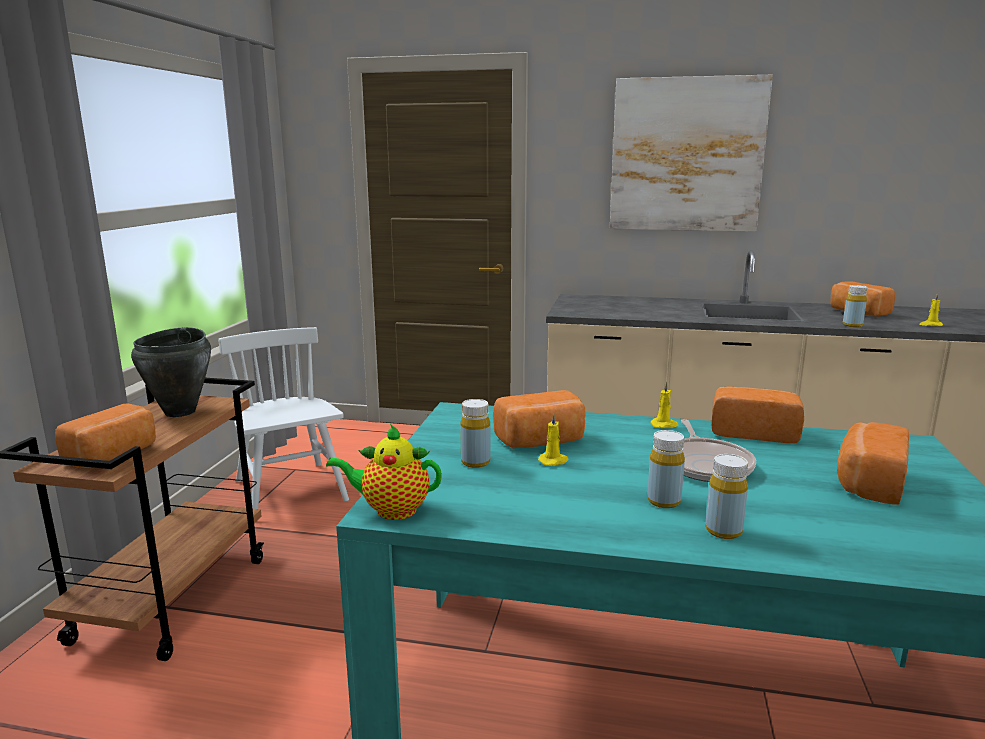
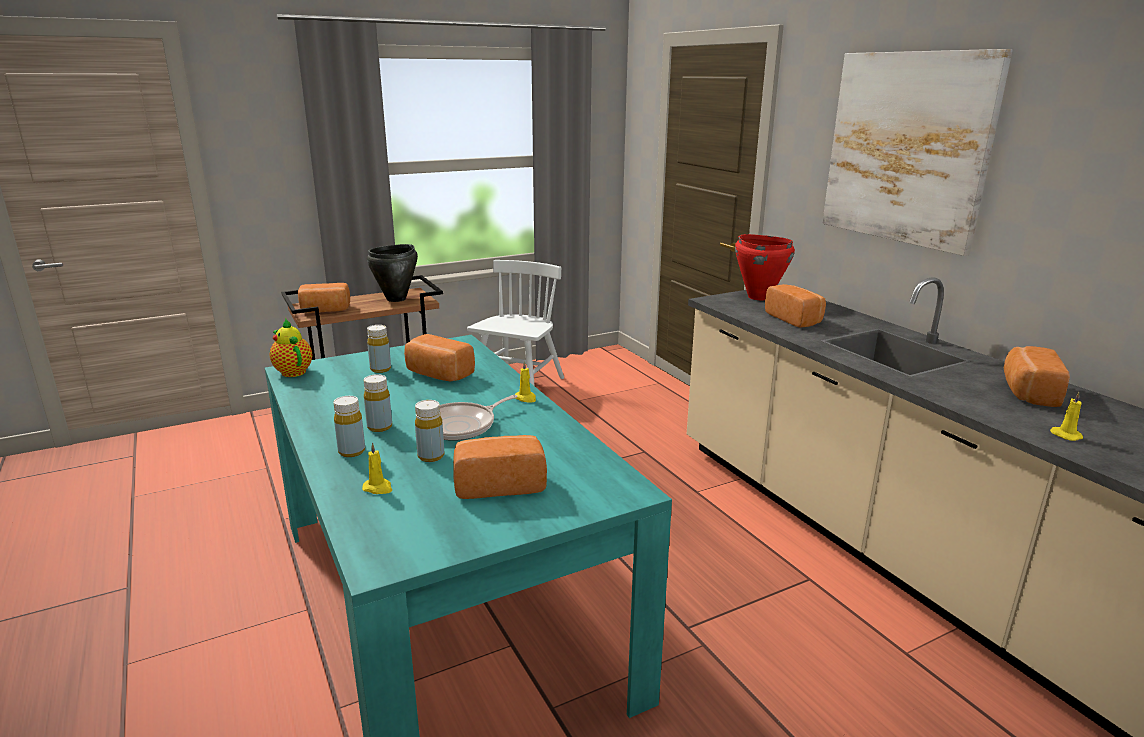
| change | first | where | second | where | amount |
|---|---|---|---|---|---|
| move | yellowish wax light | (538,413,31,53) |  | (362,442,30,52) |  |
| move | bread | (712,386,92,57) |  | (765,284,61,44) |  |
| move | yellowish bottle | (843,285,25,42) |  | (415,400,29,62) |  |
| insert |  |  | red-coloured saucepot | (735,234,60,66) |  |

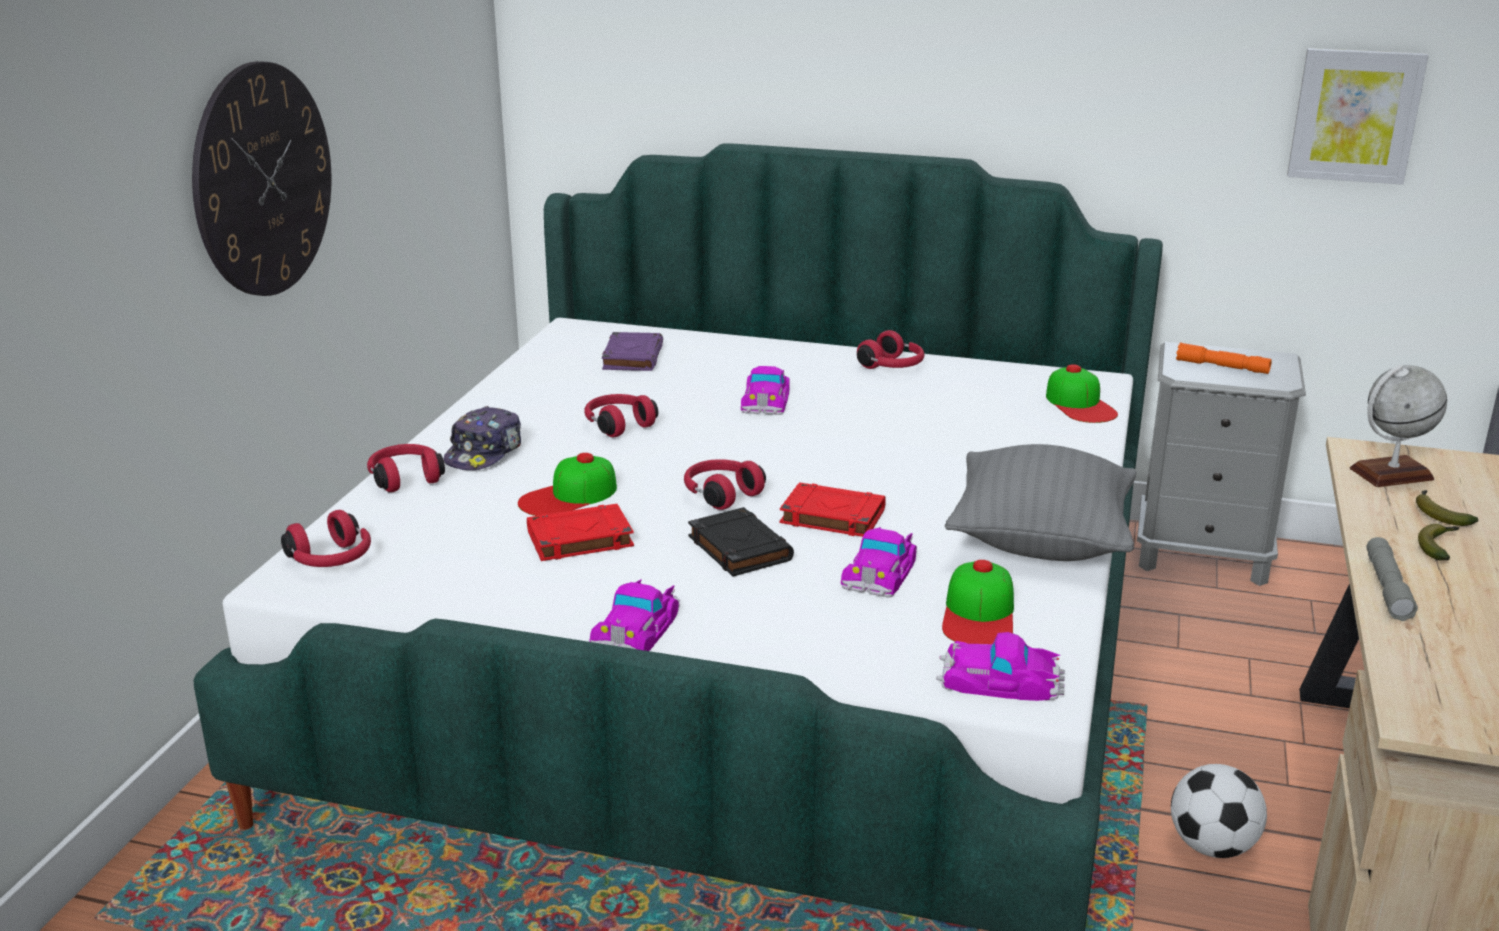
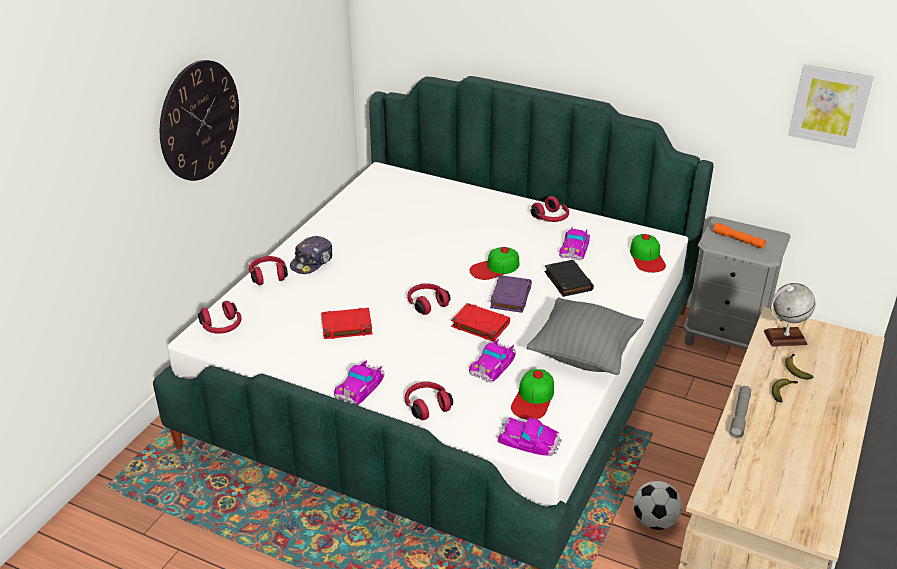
| change | first | where | second | where | amount |
|---|---|---|---|---|---|
| move | peaked cap | (518,453,99,63) |  | (469,247,50,33) |  |
| move | red-coloured headphones | (584,394,74,43) |  | (405,382,48,38) |  |
| move | purple-coloured book | (602,332,61,39) |  | (490,275,42,38) |  |
| move | black-coloured book | (688,507,106,69) |  | (545,260,49,37) |  |
| move | toy car | (741,366,49,49) |  | (559,227,31,33) |  |

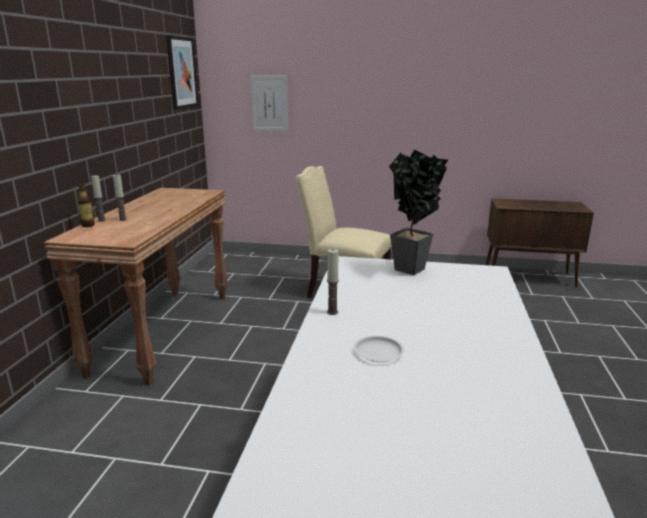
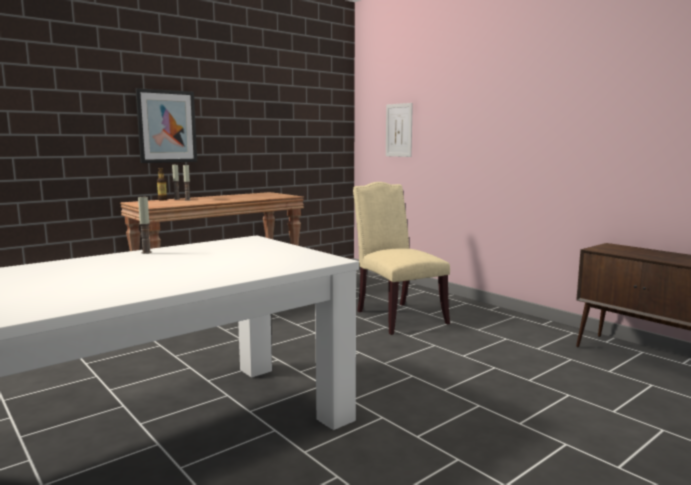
| change | first | where | second | where | amount |
|---|---|---|---|---|---|
| move | wall art | (166,35,33,75) |  | (135,88,62,75) |  |
| delete | white-coloured flat dish | (353,336,51,26) |  |  |  |
| delete | plant in a pot | (389,150,59,125) |  |  |  |

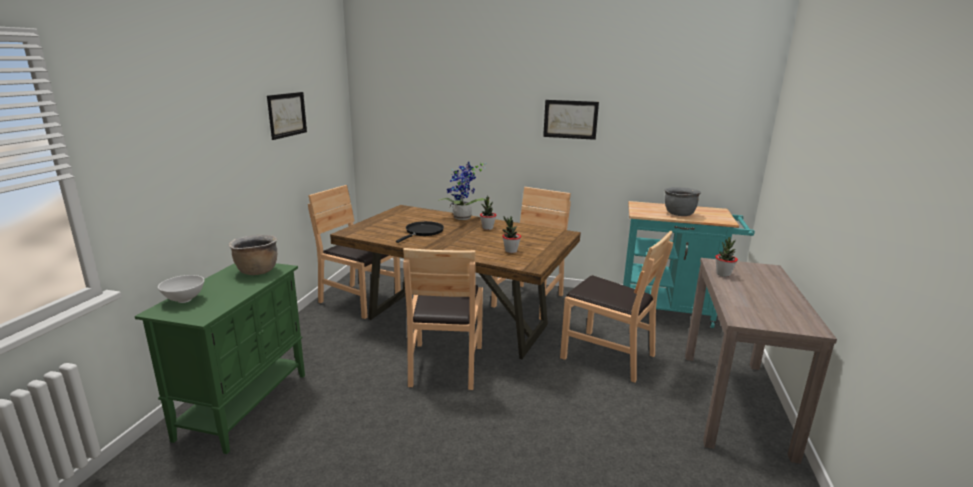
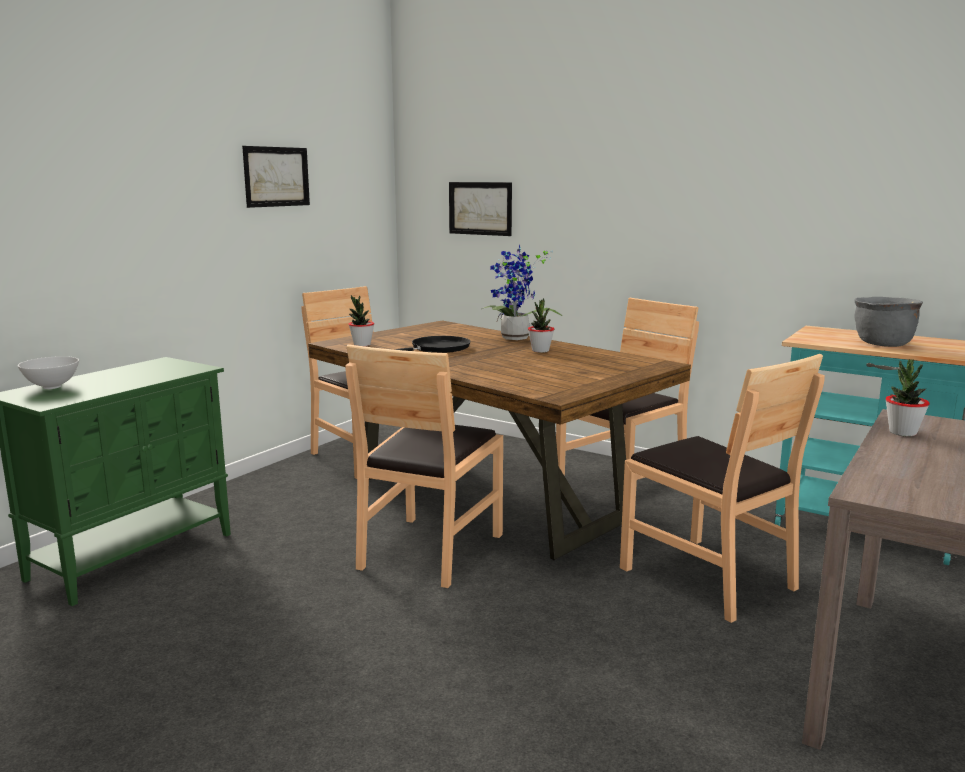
| change | first | where | second | where | amount |
|---|---|---|---|---|---|
| delete | brown-coloured saucepot | (229,235,48,40) |  |  |  |
| move | plant in a pot | (502,216,19,37) |  | (349,295,26,51) |  |
| move | wall art | (543,100,56,40) |  | (449,182,63,54) |  |

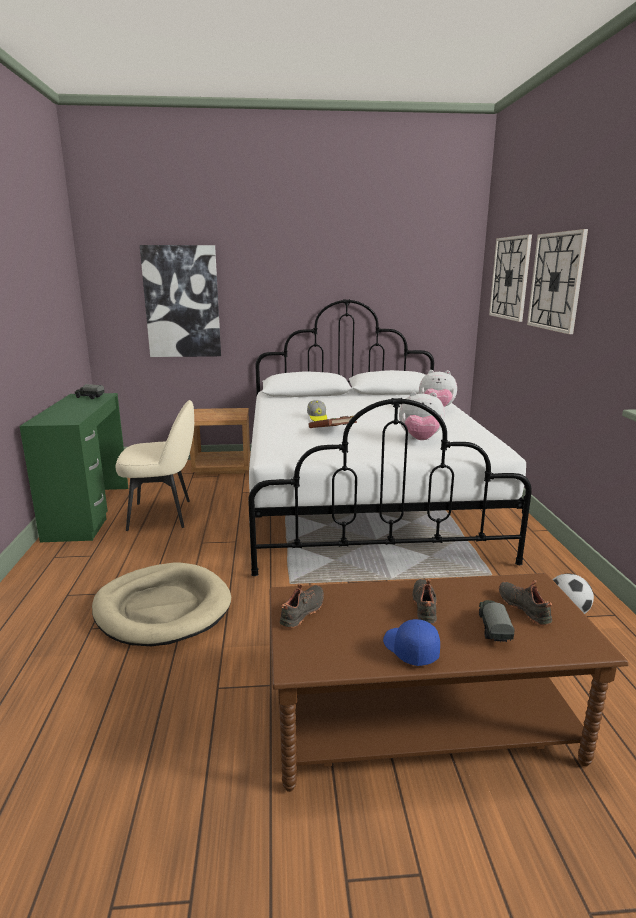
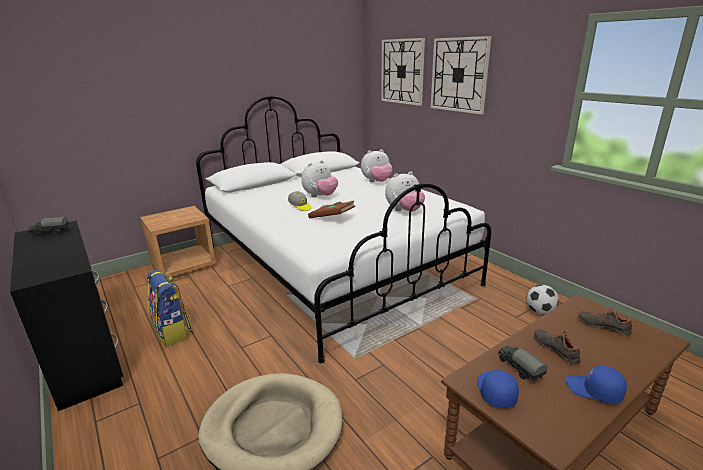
| change | first | where | second | where | amount |
|---|---|---|---|---|---|
| recolor | green-coloured desk unit | (19,393,109,149) | black-coloured desk unit | (10,220,114,191) |  |
| replace | beige plain chair | (116,400,78,131) | backpack | (147,270,45,77) |  |
| delete | wall art | (140,245,81,112) |  |  |  |
| replace | black-coloured item of footwear | (279,584,45,44) | blue-coloured peaked cap | (477,370,42,38) |  |
| move | toy truck | (479,600,36,42) |  | (498,346,49,34) |  |
| insert |  |  | soft toy | (301,160,37,37) |  |

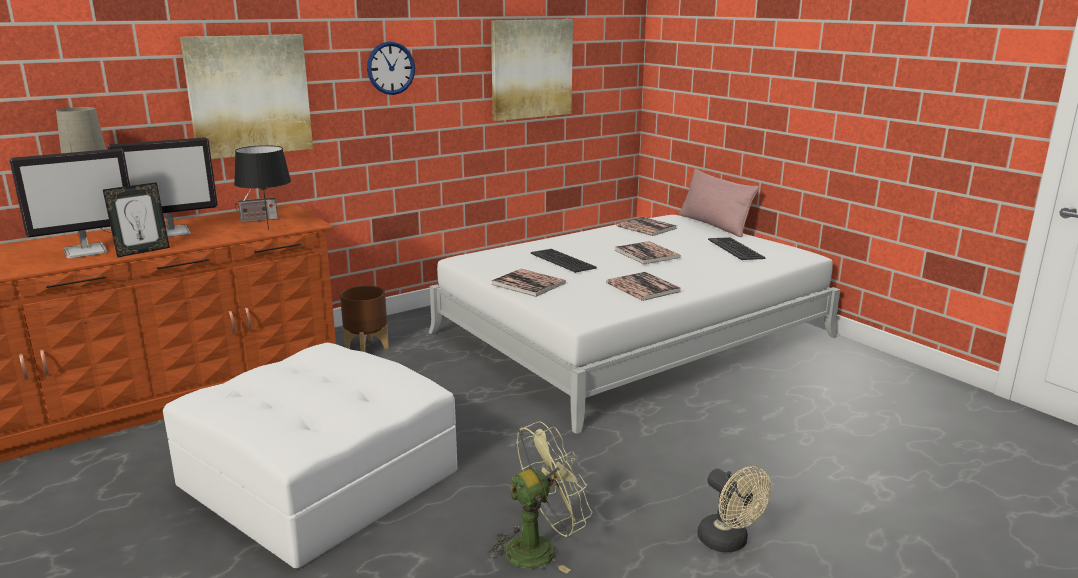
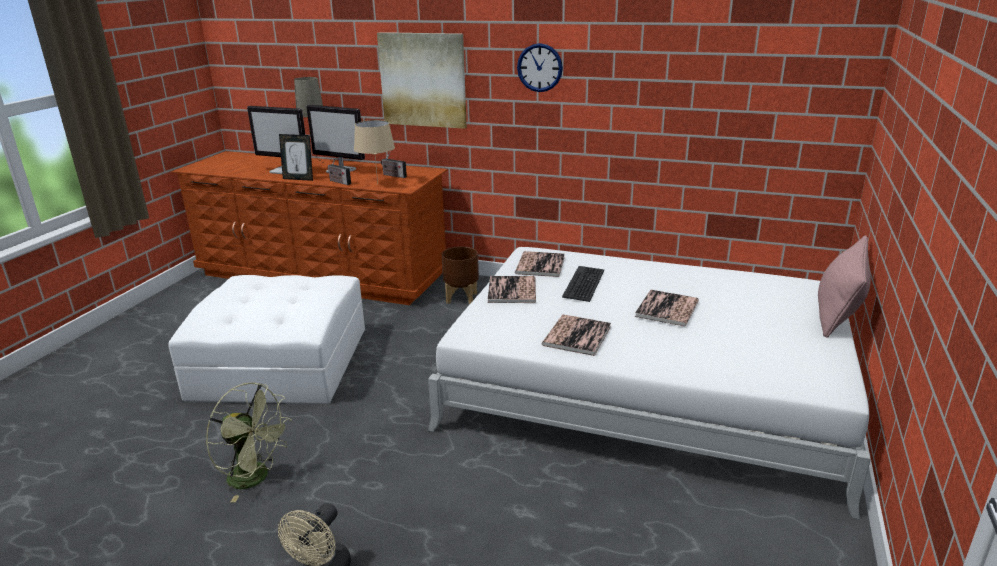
| change | first | where | second | where | amount |
|---|---|---|---|---|---|
| recolor | black-coloured tabletop lamp | (234,145,57,85) | beige tabletop lamp | (354,120,41,64) |  |
| delete | wall art | (491,19,82,102) |  |  |  |
| move | book | (617,217,60,19) |  | (515,251,50,26) |  |
| delete | computer keyboard | (708,237,57,23) |  |  |  |
| insert |  |  | radio | (328,157,23,28) |  |

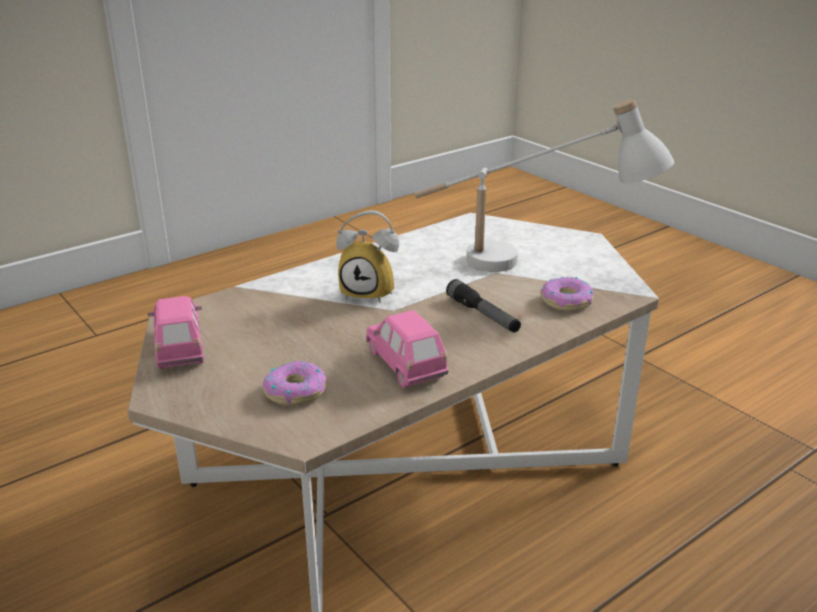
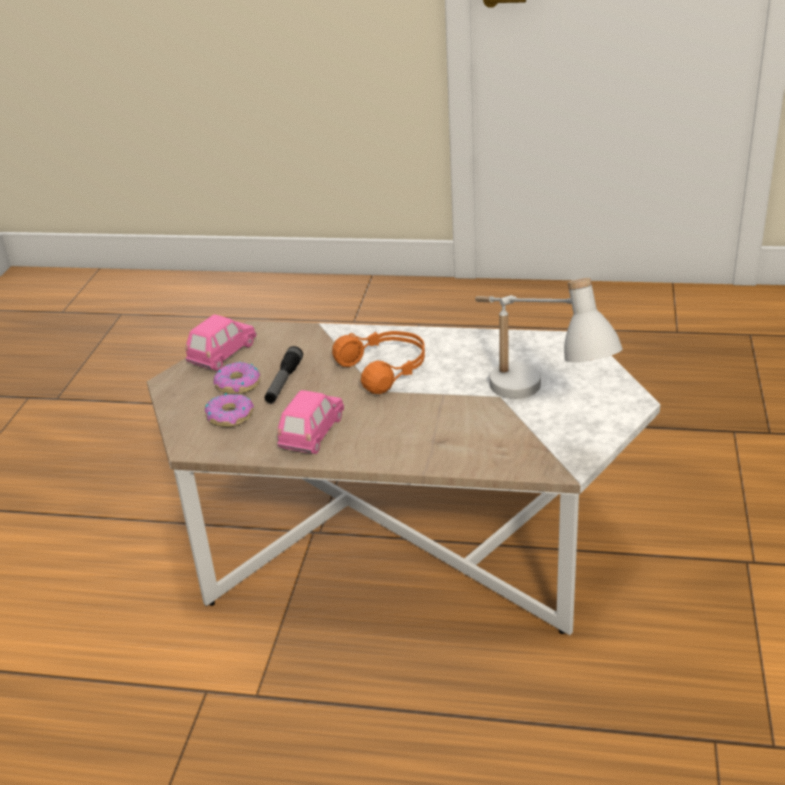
| change | first | where | second | where | amount |
|---|---|---|---|---|---|
| replace | table clock | (336,210,63,93) | orangey headphones | (332,331,93,63) |  |
| move | torch | (446,279,75,54) |  | (264,346,39,57) |  |
| move | doughnut | (541,277,53,34) |  | (213,362,47,32) |  |

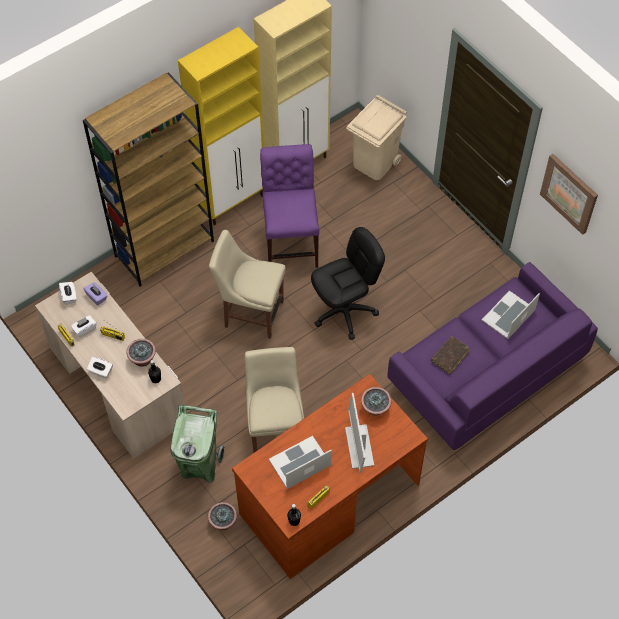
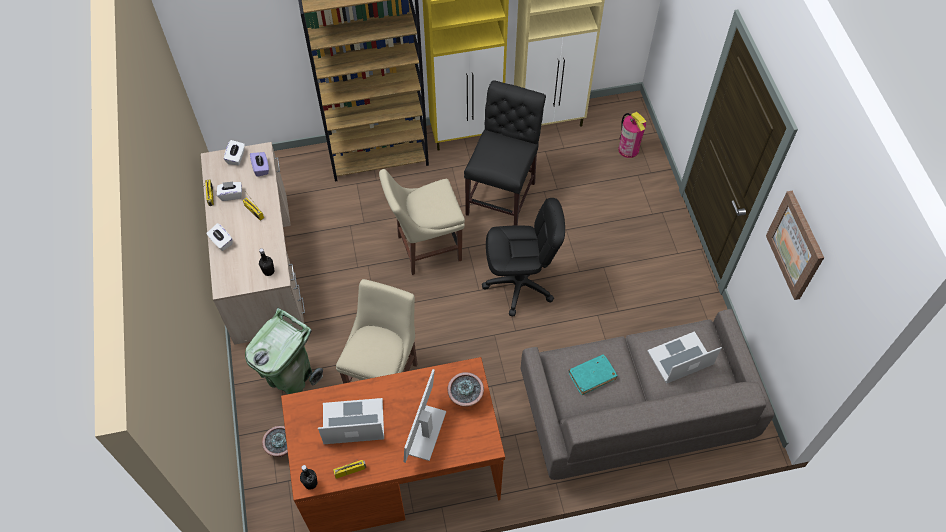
| change | first | where | second | where | amount |
|---|---|---|---|---|---|
| delete | plant in a pot | (126,339,30,28) |  |  |  |
| rotate | beige plain chair | (209,230,77,109) |  | (379,169,86,106) | 60 degrees counterclockwise |
| recolor | purple-coloured plain chair | (260,144,59,124) | black-coloured plain chair | (464,80,82,146) |  |
| replace | beige rubbish bin | (346,95,61,85) | fire extinguisher | (618,112,29,46) |  |
| recolor | purple-coloured settee | (387,262,211,188) | grey settee | (521,309,253,171) |  |
| recolor | brown-coloured book | (431,336,39,38) | turquoise book | (569,354,49,41) |  |

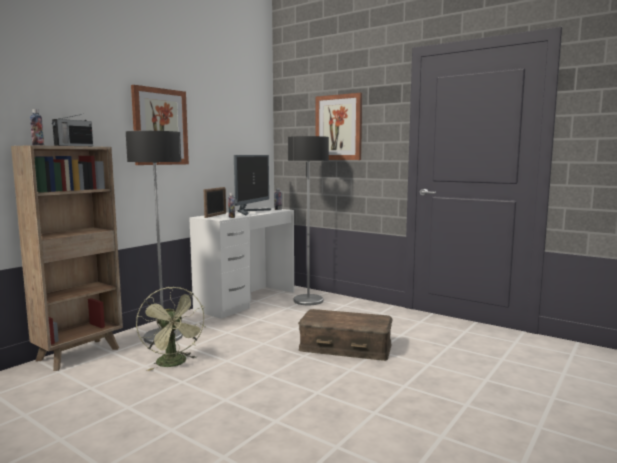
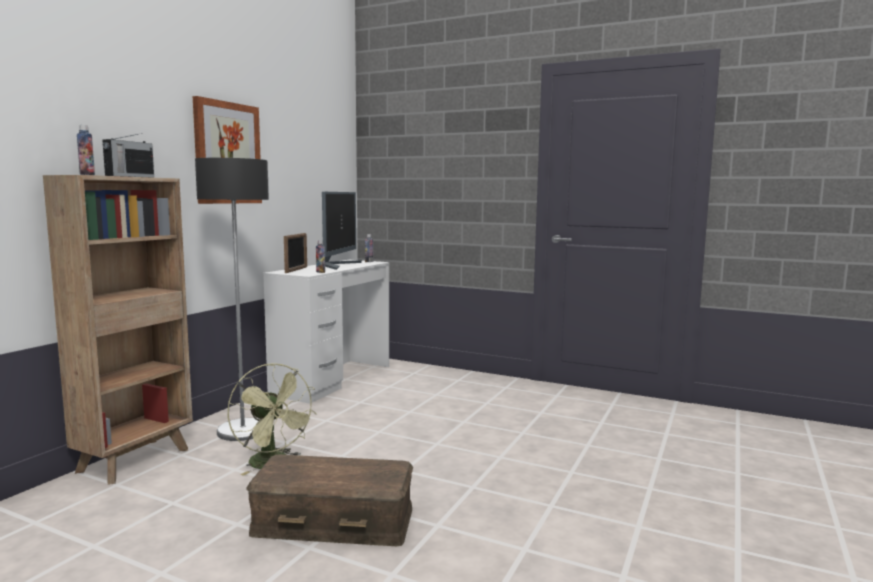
| change | first | where | second | where | amount |
|---|---|---|---|---|---|
| delete | standing lamp | (288,136,41,169) |  |  |  |
| move | brown-coloured storage box | (298,309,95,52) |  | (246,455,167,91) |  |
| delete | wall art | (315,93,47,67) |  |  |  |

